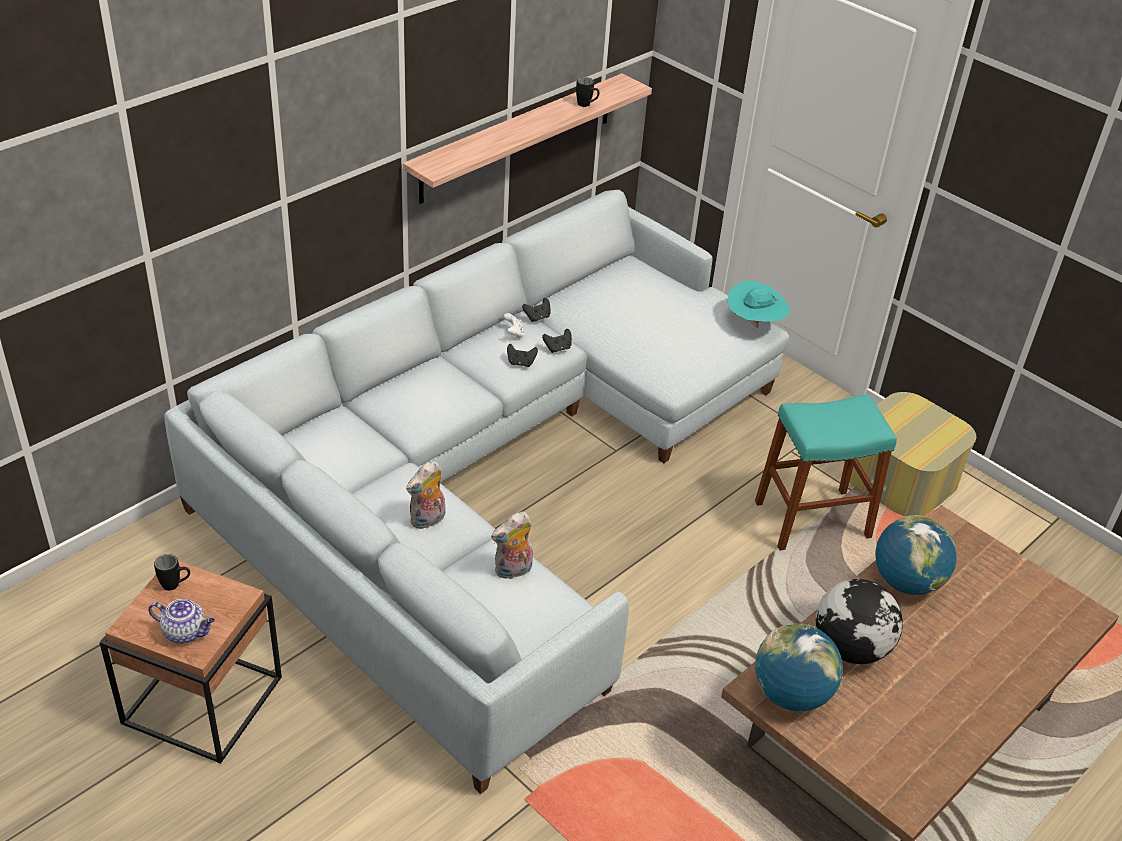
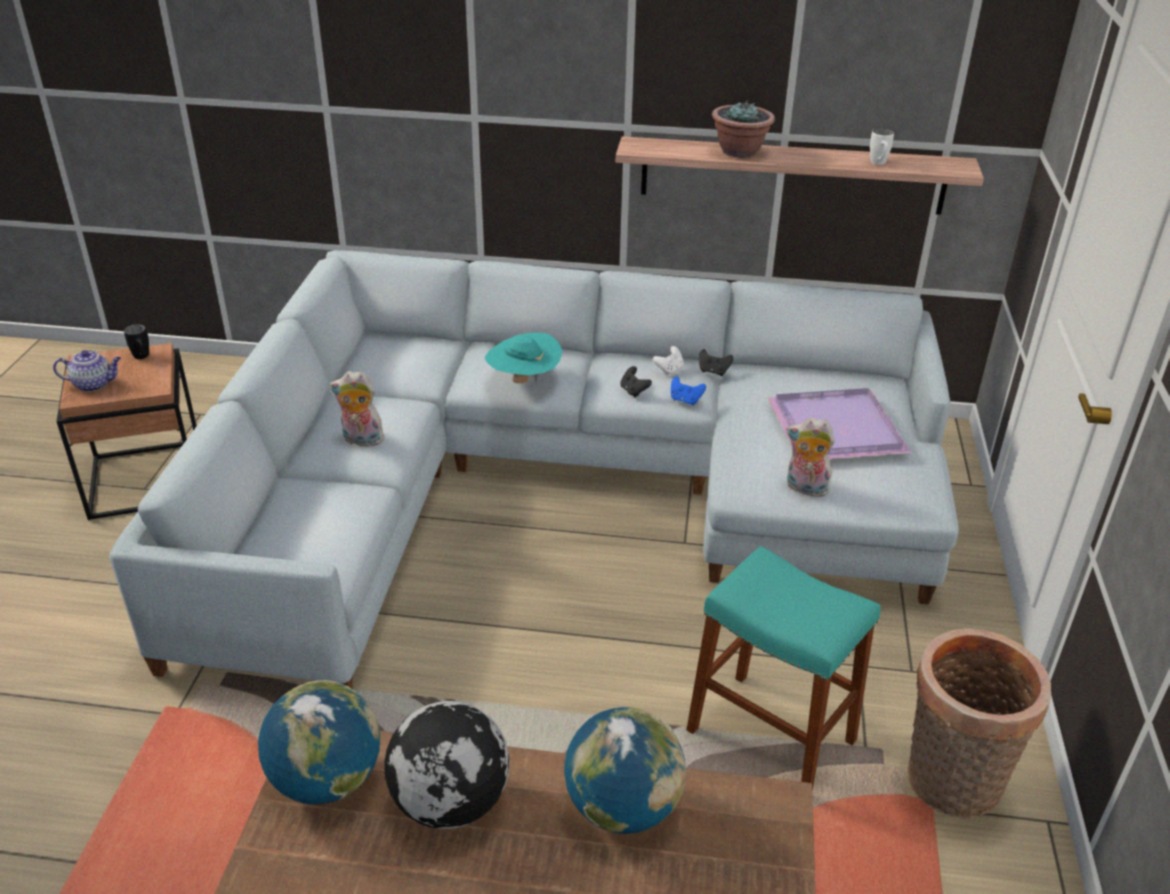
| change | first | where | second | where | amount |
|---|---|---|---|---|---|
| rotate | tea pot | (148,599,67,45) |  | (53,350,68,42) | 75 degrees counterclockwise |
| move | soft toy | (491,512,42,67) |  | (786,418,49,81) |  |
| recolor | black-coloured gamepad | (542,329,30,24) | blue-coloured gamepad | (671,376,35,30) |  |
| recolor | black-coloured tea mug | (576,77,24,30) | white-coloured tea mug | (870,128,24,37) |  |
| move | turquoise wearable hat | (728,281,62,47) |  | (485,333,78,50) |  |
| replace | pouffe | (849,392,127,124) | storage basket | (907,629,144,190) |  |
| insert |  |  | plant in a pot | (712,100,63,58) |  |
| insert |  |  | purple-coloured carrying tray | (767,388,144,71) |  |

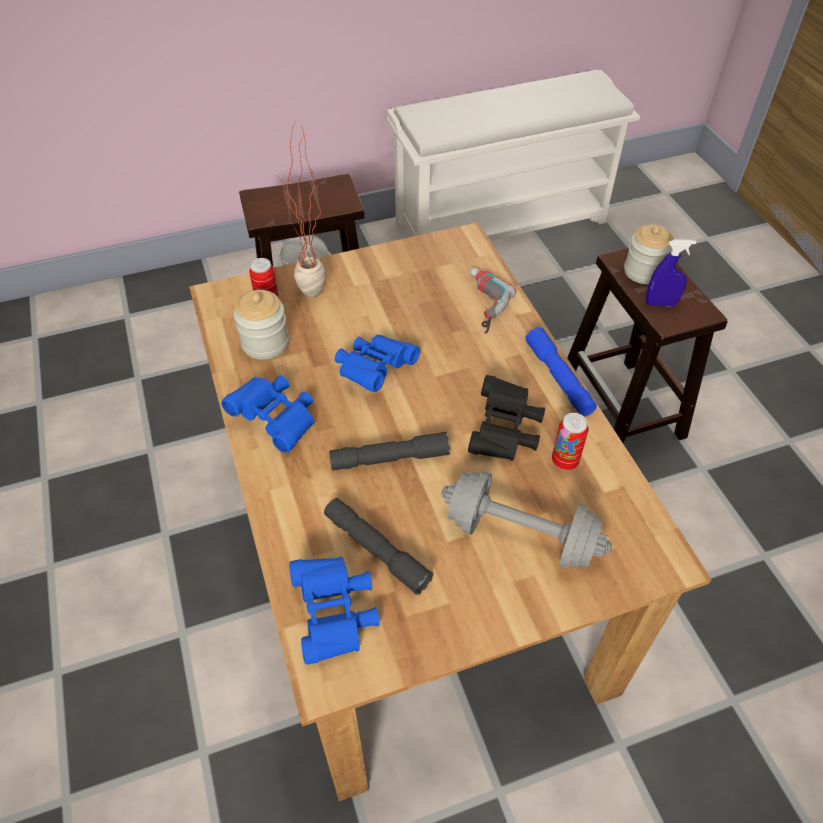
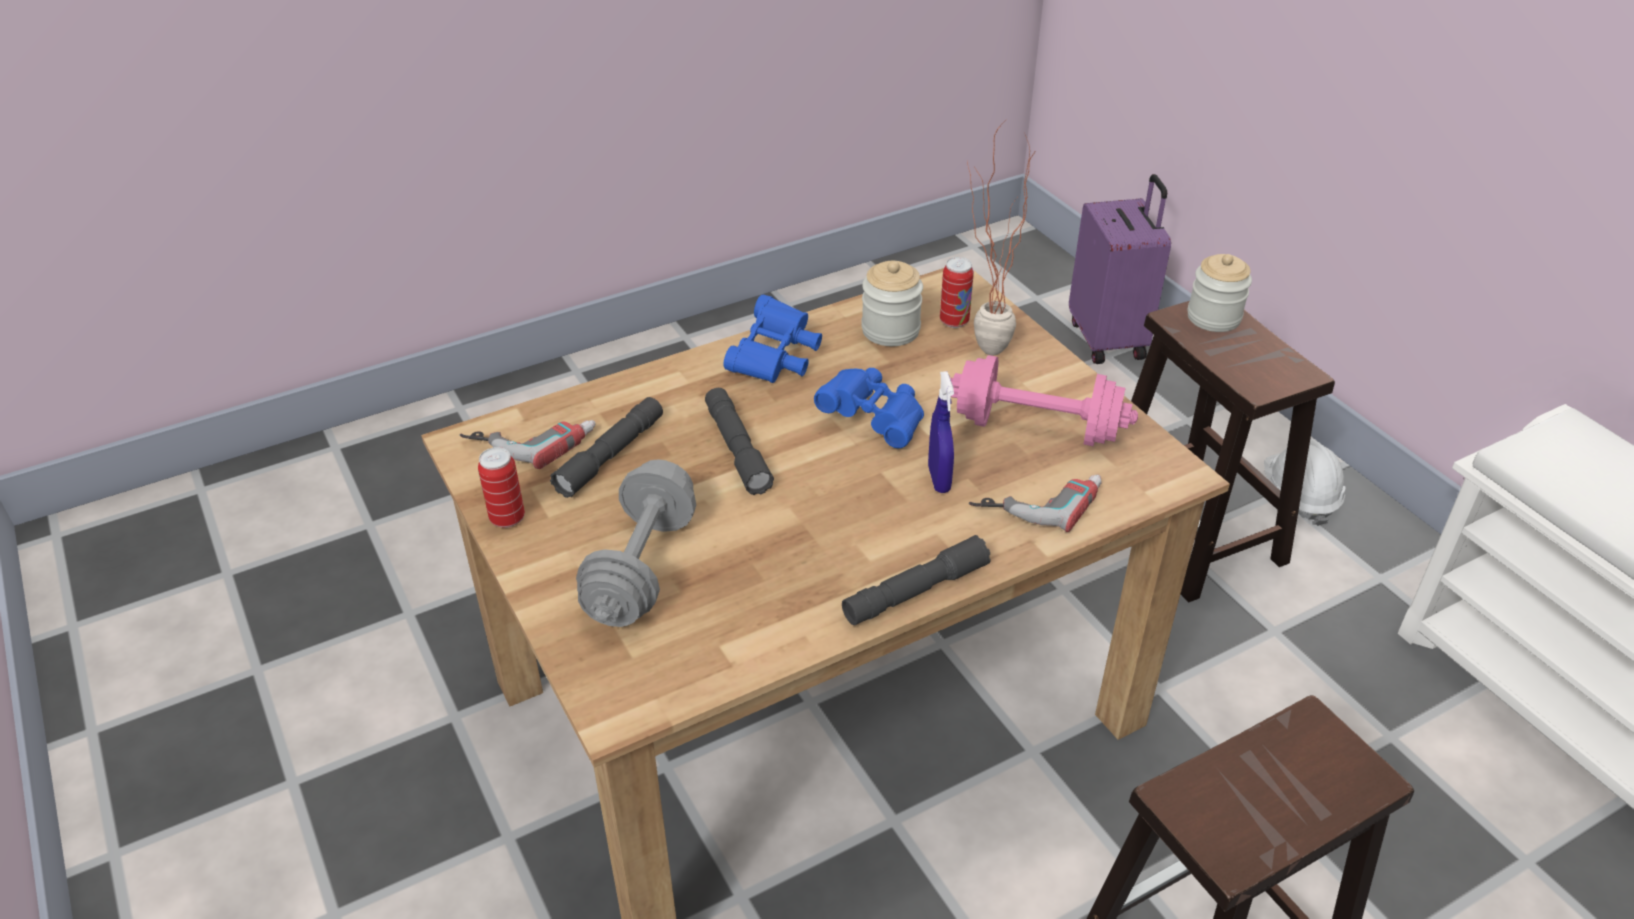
| change | first | where | second | where | amount |
|---|---|---|---|---|---|
| replace | blue-coloured field glasses | (289,556,91,108) | drill | (460,420,136,49) |  |
| delete | black-coloured field glasses | (468,375,77,86) |  |  |  |
| recolor | blue-coloured torch | (525,327,72,89) | grey torch | (842,535,149,90) |  |
| move | metal can | (552,413,36,57) |  | (478,447,47,81) |  |
| move | preserve jar | (624,225,49,59) |  | (1187,254,65,78) |  |
| move | blue-coloured sprayer | (646,239,50,68) |  | (928,371,26,122) |  |
| insert |  |  | pink-coloured dumbbell | (950,355,188,91) |  |
| insert |  |  | purple-coloured piece of luggage | (1069,174,102,190) |  |

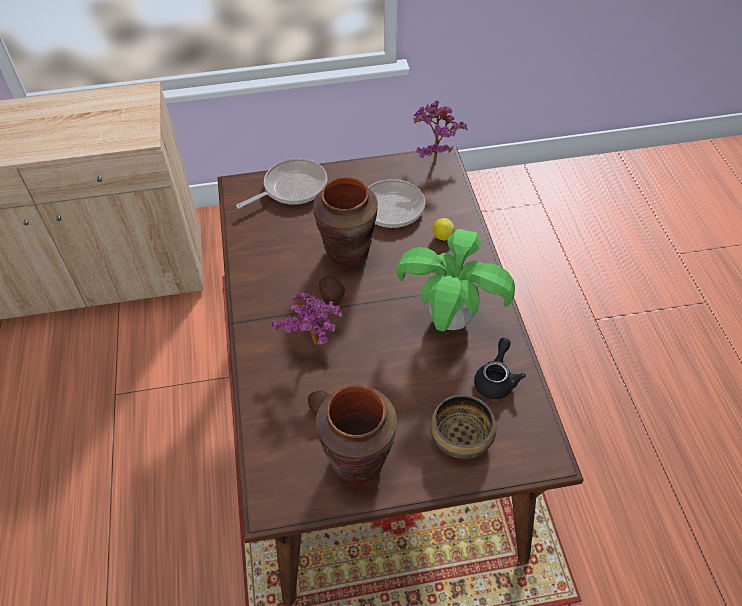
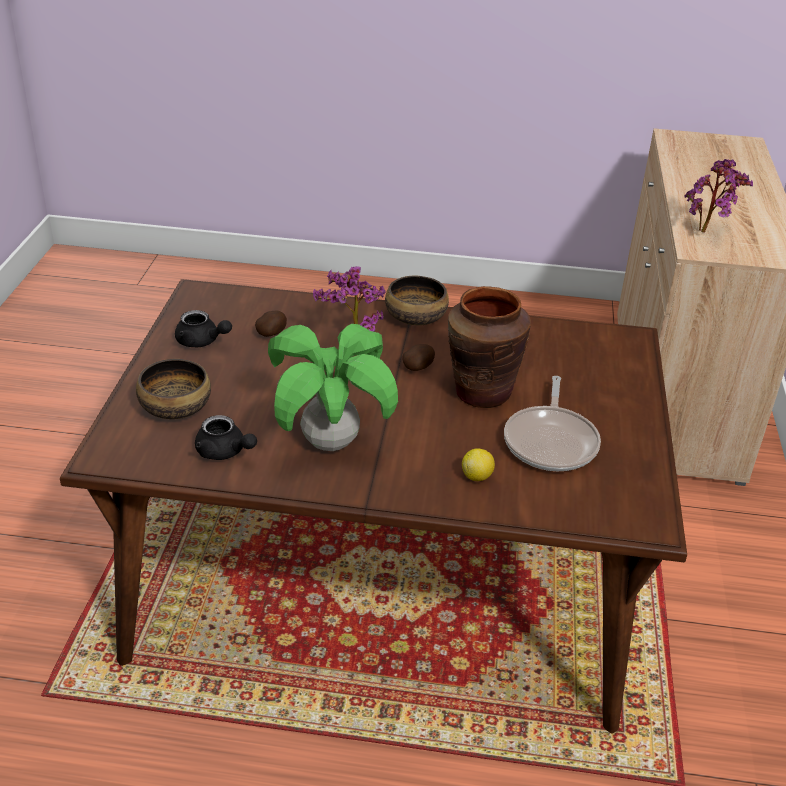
| change | first | where | second | where | amount |
|---|---|---|---|---|---|
| delete | frying pan | (236,158,92,51) |  |  |  |
| replace | brown-coloured decorative vase | (316,384,81,99) | black-coloured tea pot | (175,310,57,37) |  |
| move | plant in a pot | (413,101,55,62) |  | (684,159,69,73) |  |
| insert |  |  | bowl | (385,276,64,49) |  |

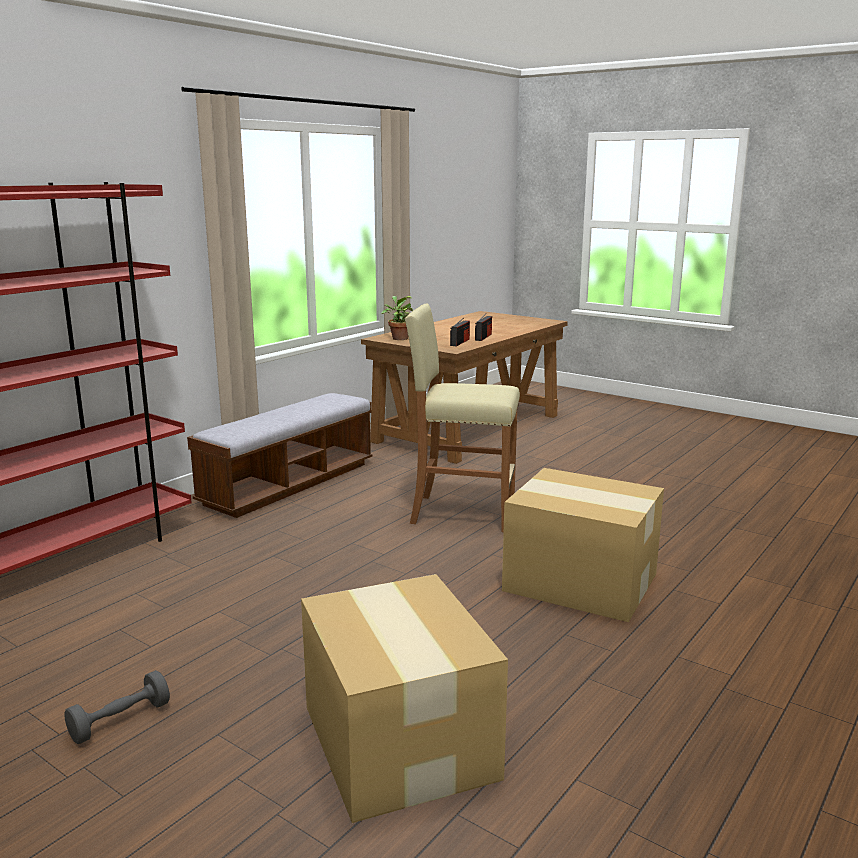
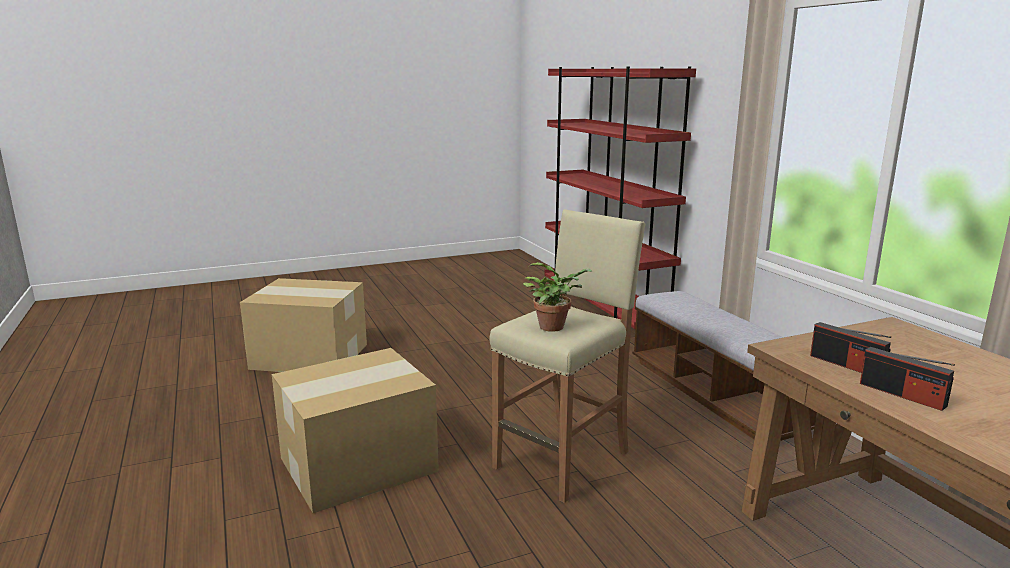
| change | first | where | second | where | amount |
|---|---|---|---|---|---|
| delete | grey dumbbell | (64,670,106,74) |  |  |  |
| move | plant in a pot | (381,296,32,44) |  | (523,262,69,69) |  |

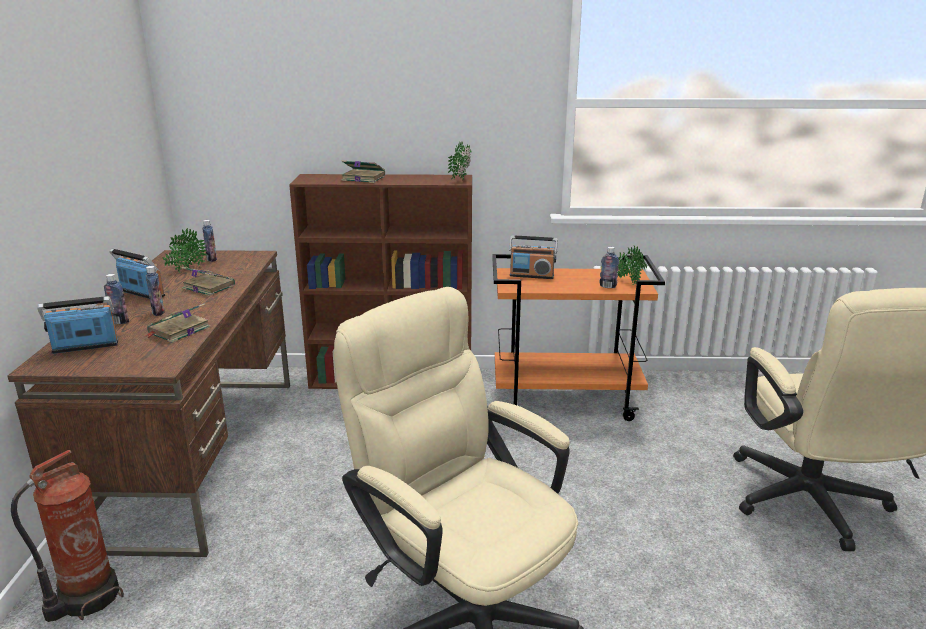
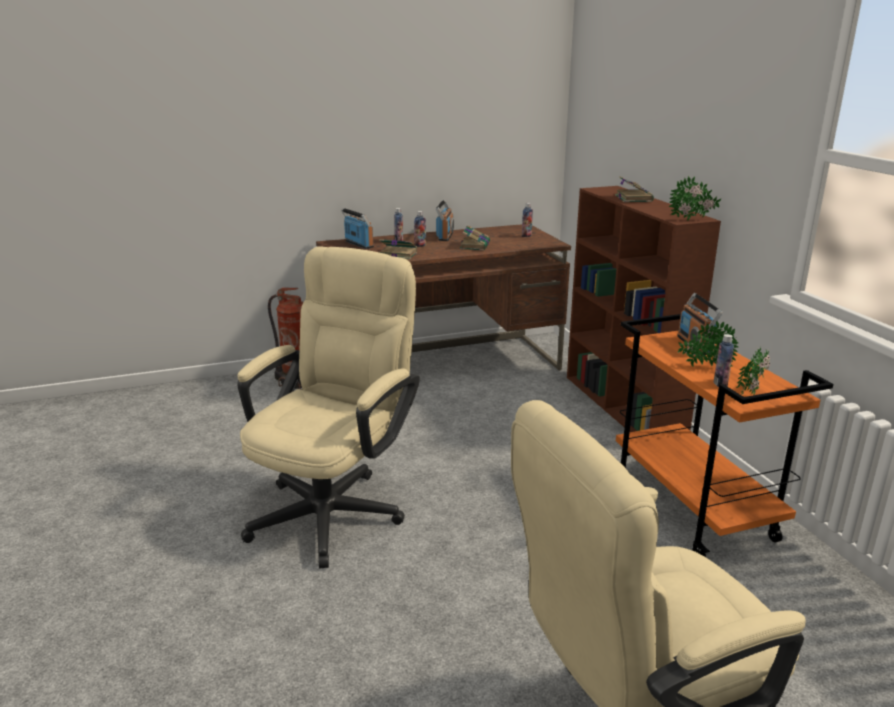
| change | first | where | second | where | amount |
|---|---|---|---|---|---|
| move | plant in a pot | (162,228,45,45) |  | (678,321,60,46) |  |

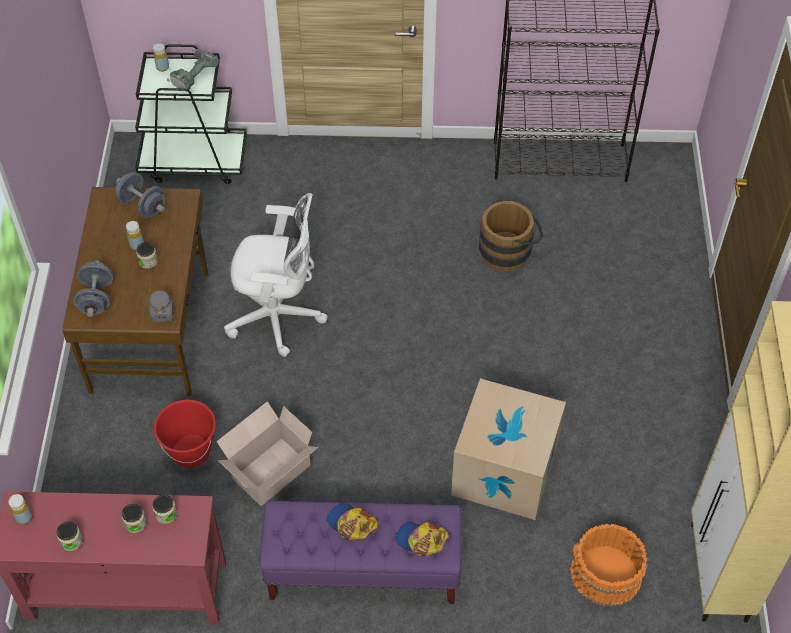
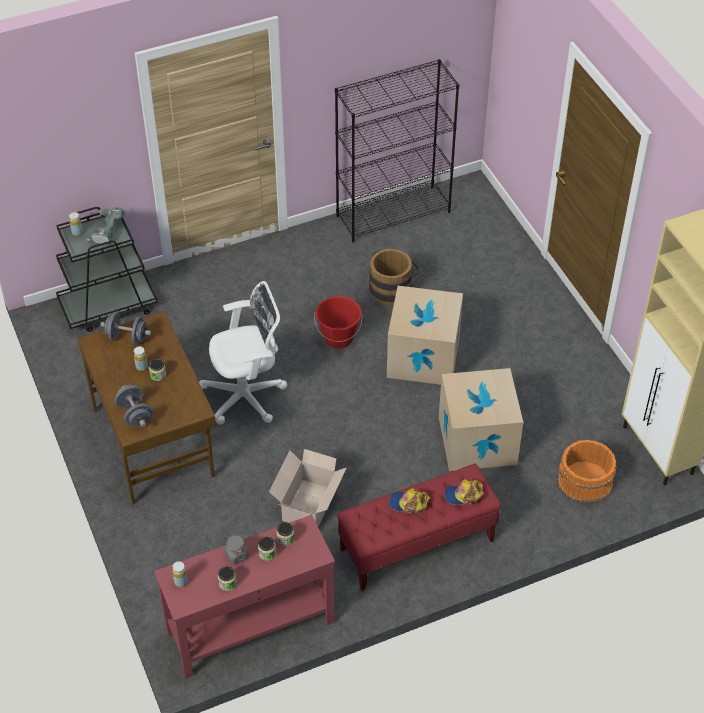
| change | first | where | second | where | amount |
|---|---|---|---|---|---|
| move | grey preserve jar | (149,289,25,33) |  | (224,534,25,30) |  |
| move | red-coloured bucket | (154,400,62,67) |  | (314,296,48,52) |  |
| recolor | purple-coloured indoor bench | (260,501,201,103) | red-coloured indoor bench | (337,464,164,127) |  |
| insert |  |  | carton | (387,286,76,99) |  |

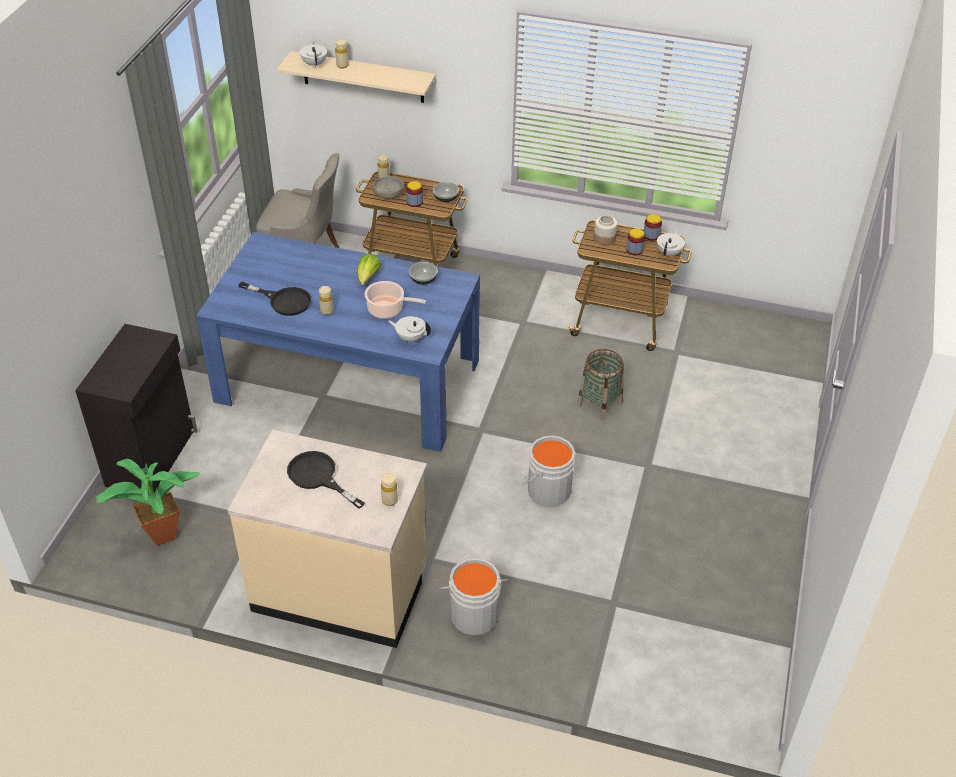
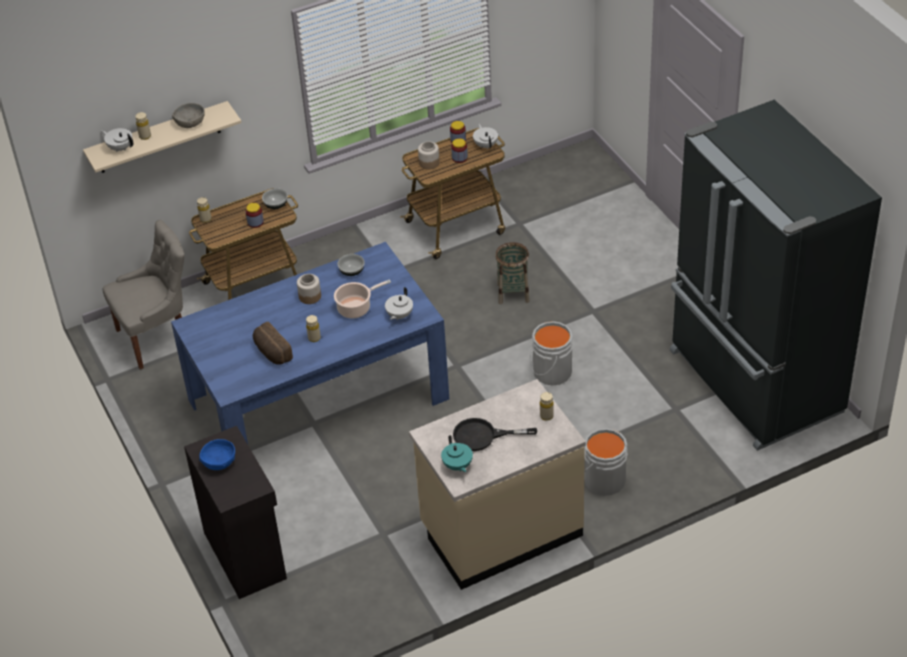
| change | first | where | second | where | amount |
|---|---|---|---|---|---|
| delete | plant in a pot | (96,459,104,87) |  |  |  |
| replace | black-coloured frying pan | (238,282,73,34) | bread | (253,322,40,43) |  |
| replace | lettuce | (357,254,24,31) | preserve jar | (297,274,24,30) |  |
| move | grey bowl | (373,176,31,23) |  | (172,103,33,25) |  |
| rotate | white-coloured tea pot | (388,316,43,27) |  | (385,287,28,33) | 45 degrees counterclockwise |
| insert |  |  | blue-coloured bowl | (199,439,36,31) |  |
| insert |  |  | turquoise tea pot | (441,435,32,37) |  |
| insert |  |  | black-coloured fridge | (670,100,212,351) |  |

